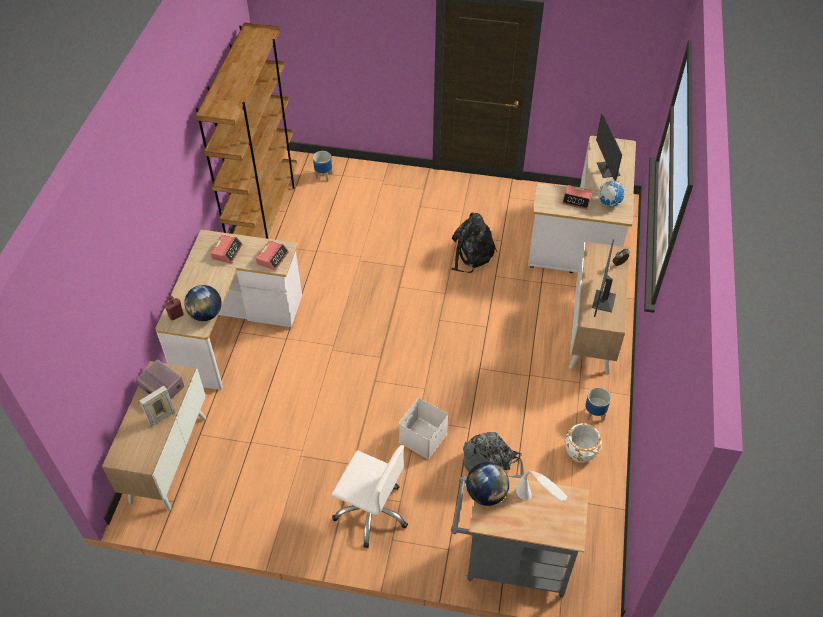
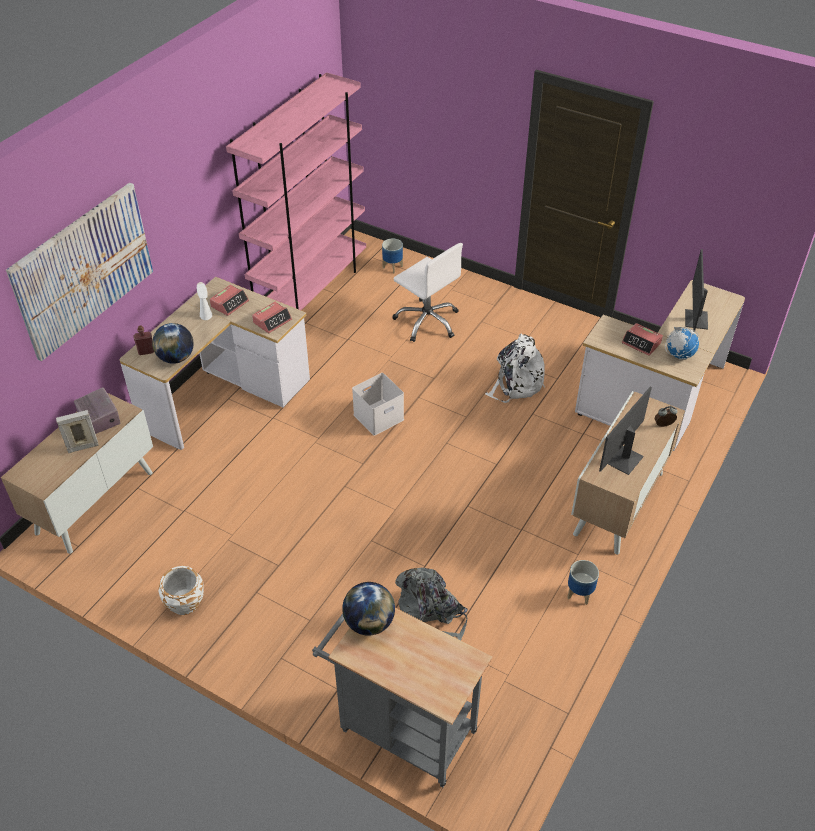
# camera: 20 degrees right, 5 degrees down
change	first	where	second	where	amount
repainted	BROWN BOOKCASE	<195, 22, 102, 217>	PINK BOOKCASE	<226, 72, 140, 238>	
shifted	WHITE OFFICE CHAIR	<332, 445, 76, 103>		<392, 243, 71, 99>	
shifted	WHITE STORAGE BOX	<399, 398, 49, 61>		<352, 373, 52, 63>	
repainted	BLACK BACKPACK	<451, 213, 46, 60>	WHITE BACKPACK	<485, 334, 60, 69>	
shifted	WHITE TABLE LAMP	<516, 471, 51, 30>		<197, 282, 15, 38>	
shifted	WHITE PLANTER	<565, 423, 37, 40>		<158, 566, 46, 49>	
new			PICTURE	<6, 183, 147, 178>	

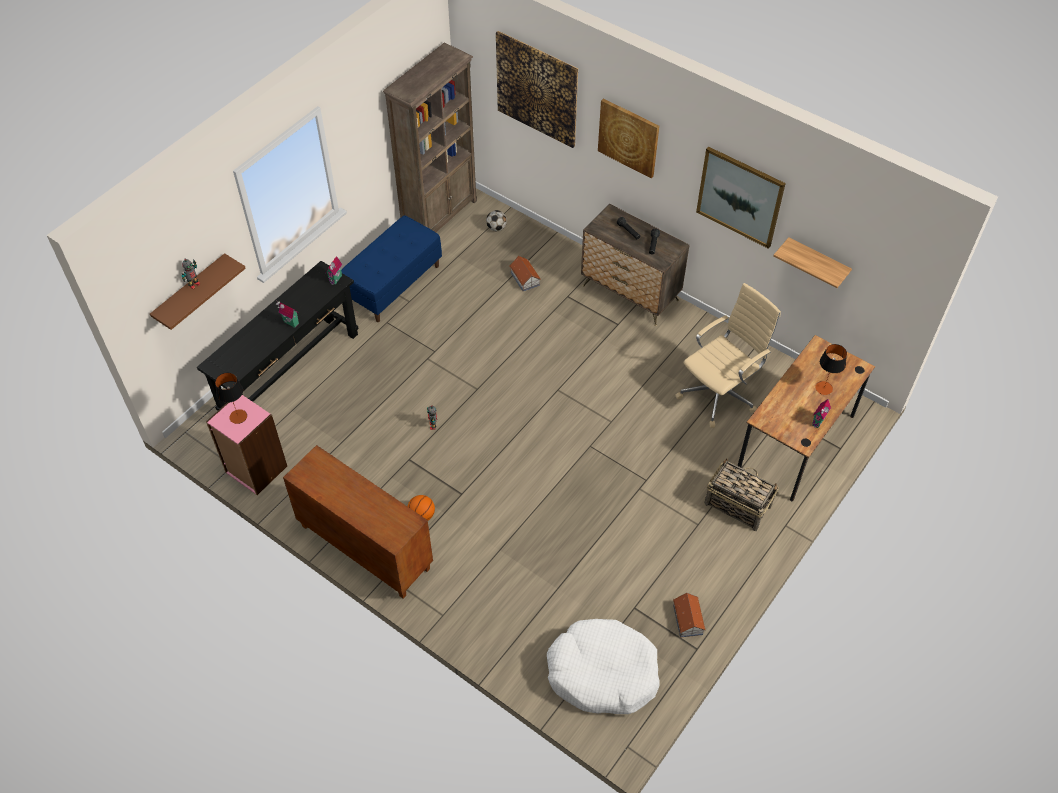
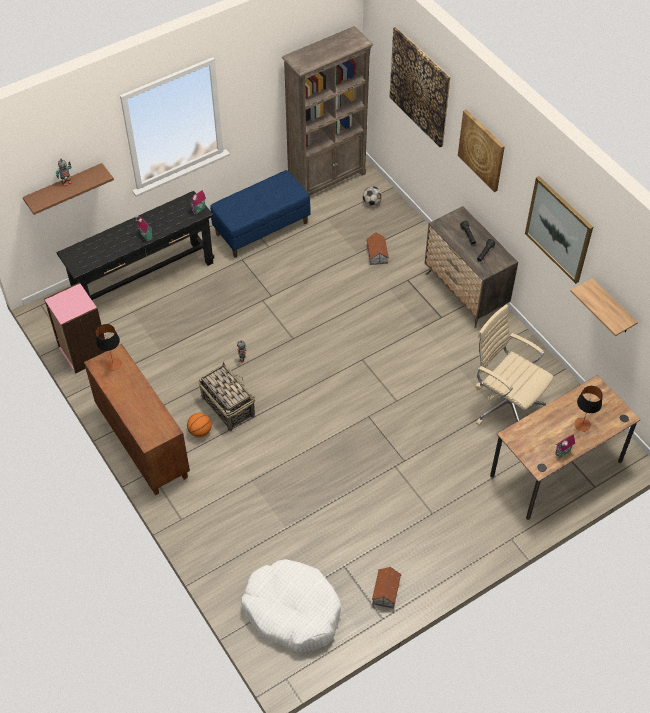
# camera: 20 degrees right, 0 degrees up
change	first	where	second	where	amount
shifted	TABLE LAMP	<215, 373, 32, 51>		<96, 324, 25, 47>	
rotated	BEIGE OFFICE CHAIR	<675, 283, 106, 145>		<475, 304, 79, 122>	120 degrees counterclockwise
shifted	BASKET	<704, 458, 75, 73>		<198, 362, 57, 69>	

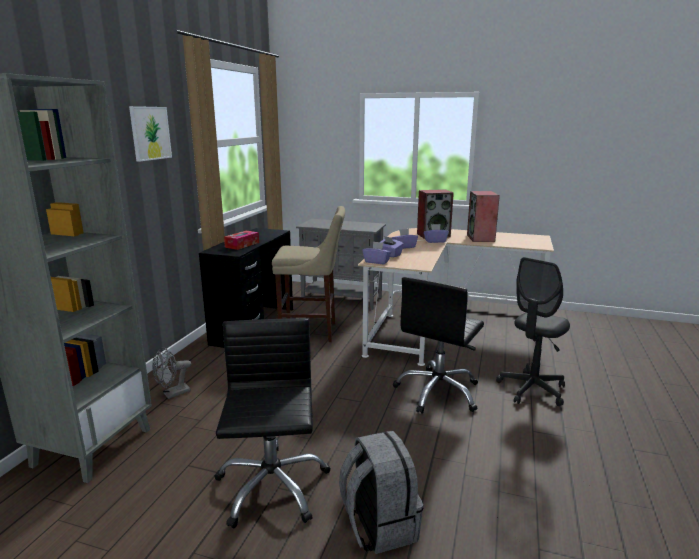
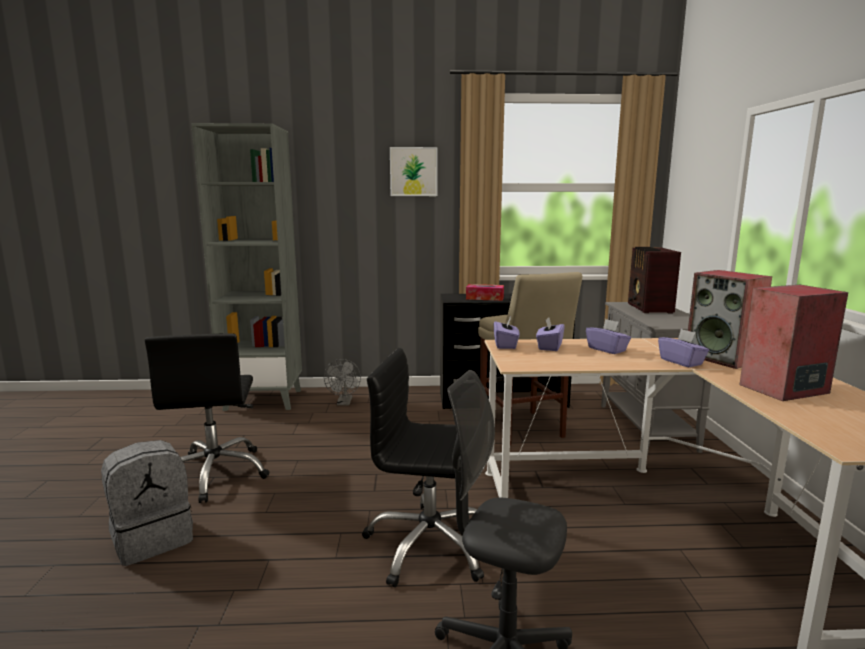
# camera: 70 degrees right, 5 degrees down
change	first	where	second	where	amount
rotated	GREY FAN	<152, 347, 39, 52>		<324, 359, 37, 46>	120 degrees counterclockwise
rotated	BLACK OFFICE CHAIR	<214, 318, 117, 210>		<145, 333, 125, 170>	105 degrees clockwise
new			RADIO	<628, 247, 53, 66>	

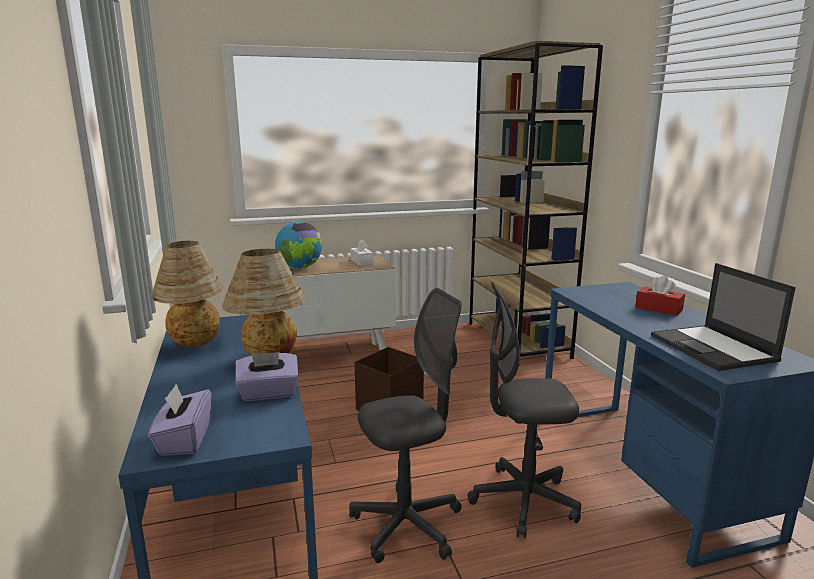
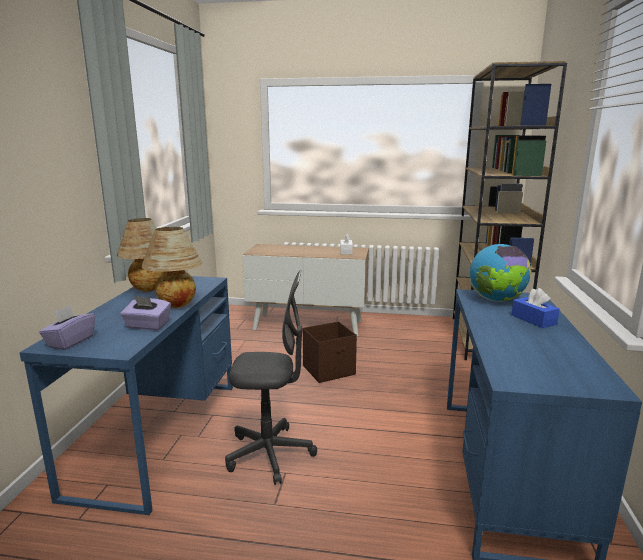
# camera: 25 degrees right, 0 degrees up
change	first	where	second	where	amount
shifted	GLOBE	<275, 222, 48, 47>		<470, 244, 62, 58>	
gone	GREY OFFICE CHAIR	<467, 282, 114, 256>			
repainted	RED TISSUE BOX	<635, 276, 50, 40>	BLUE TISSUE BOX	<511, 288, 49, 40>	
gone	LAPTOP	<651, 263, 145, 108>			

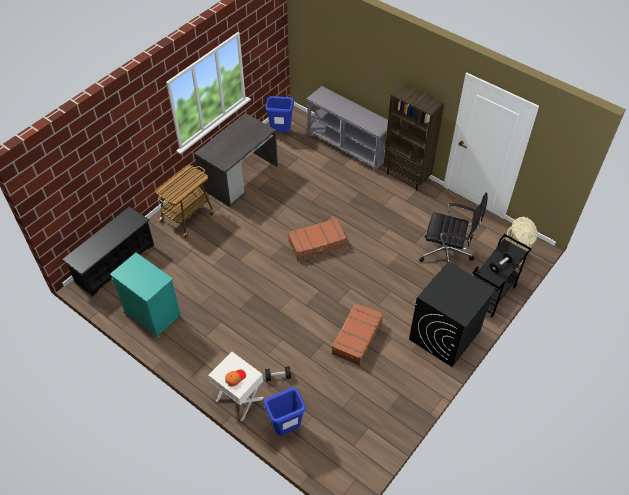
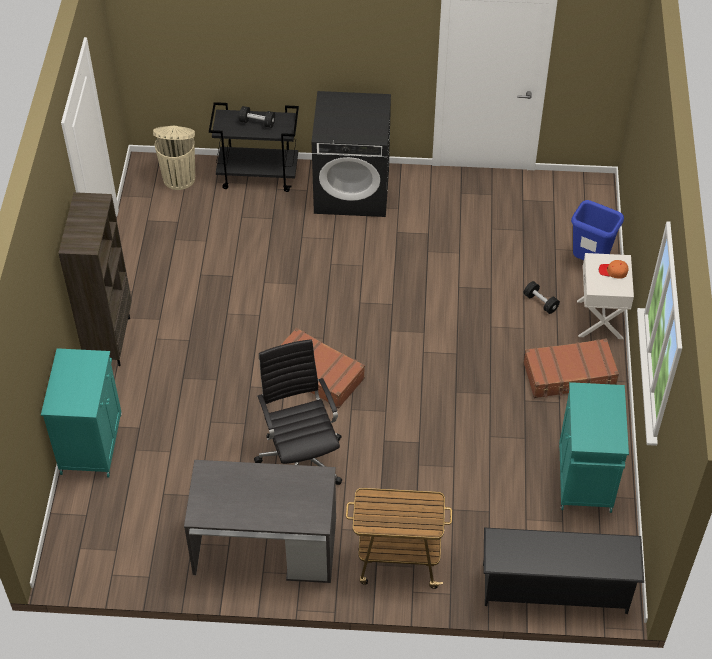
# camera: 125 degrees left, 0 degrees up
change	first	where	second	where	amount
gone	BLUE TRASH CAN	<266, 96, 28, 36>			
swapped	GREY CONSOLE TABLE	<306, 86, 82, 87>	TURQUOISE CABINET	<41, 348, 81, 129>	
shifted	BROWN SUITCASE	<332, 303, 51, 63>		<523, 338, 96, 60>	
shifted	BLACK OFFICE CHAIR	<419, 193, 69, 69>		<254, 339, 88, 146>	

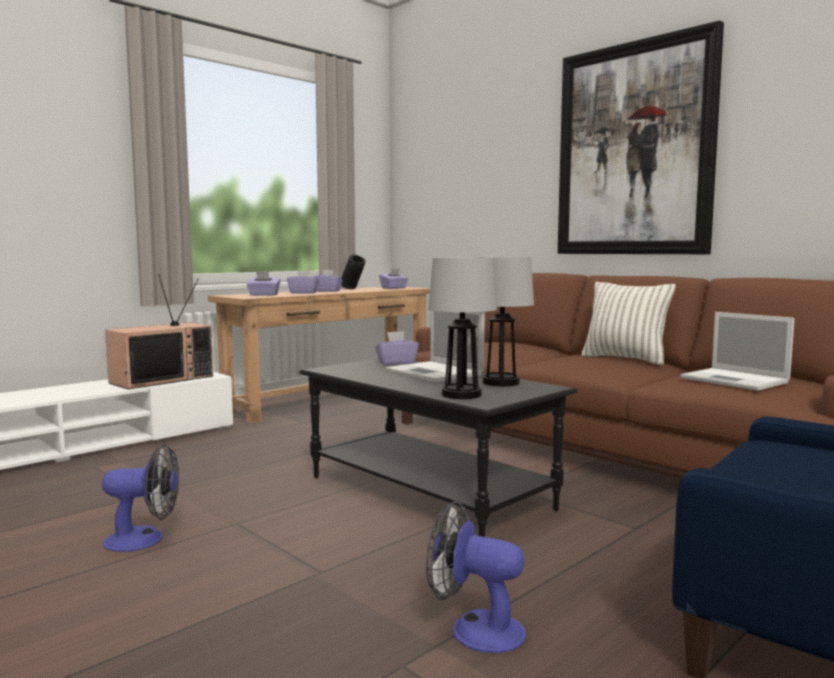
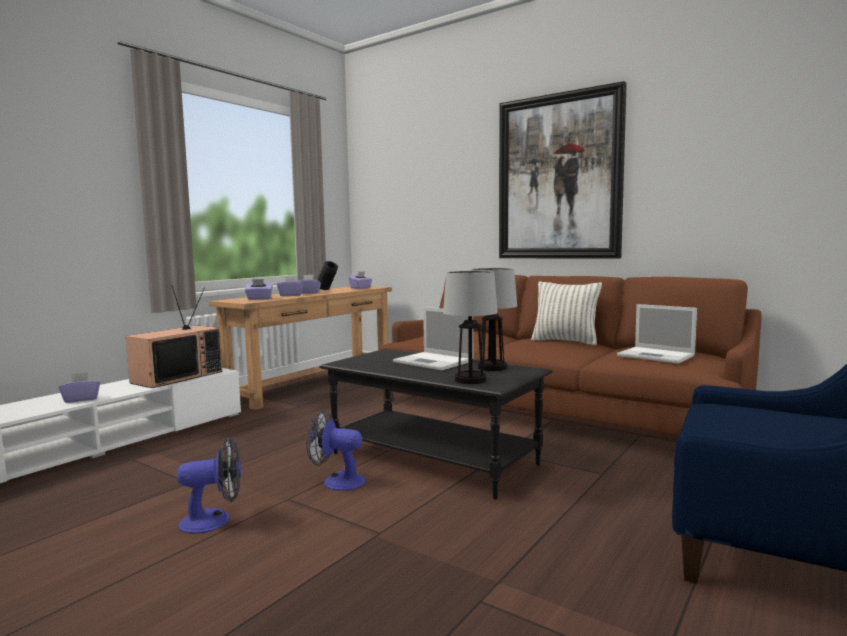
# camera: 10 degrees left, 0 degrees up
change	first	where	second	where	amount
shifted	PURPLE TISSUE BOX	<375, 331, 44, 34>		<59, 372, 41, 31>	
shifted	FAN	<426, 501, 100, 152>		<306, 410, 60, 81>	

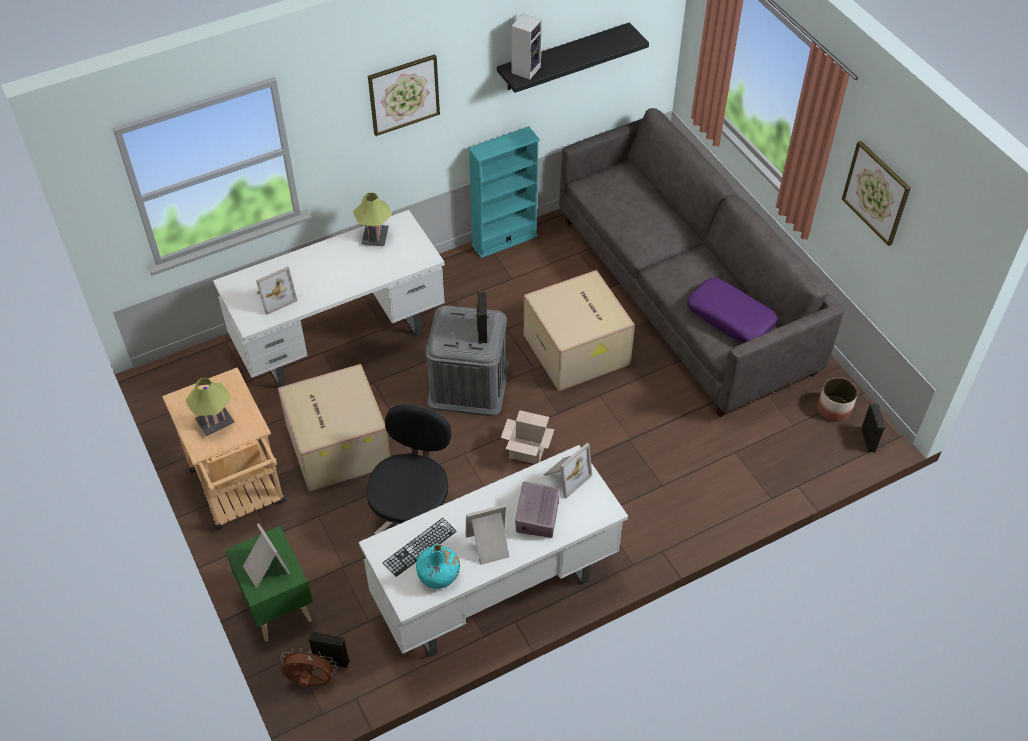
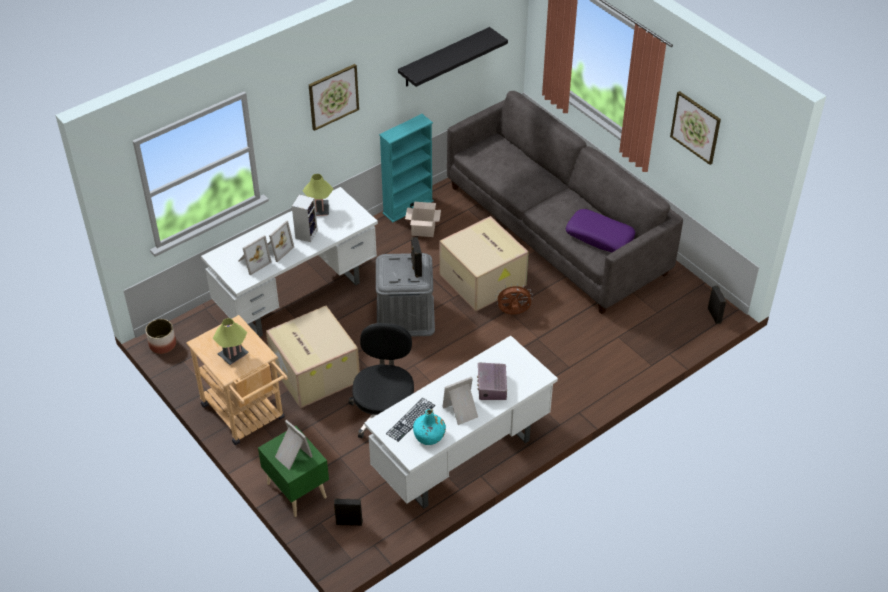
# camera: 10 degrees left, 5 degrees down
change	first	where	second	where	amount
shifted	BROWN FAN	<280, 648, 57, 39>		<495, 283, 38, 31>	
shifted	CARDBOARD BOX	<501, 410, 53, 54>		<405, 202, 36, 35>	
shifted	SPEAKER	<511, 14, 31, 66>		<292, 195, 26, 47>	
shifted	PICTURE FRAME	<544, 443, 48, 55>		<268, 220, 26, 42>	
shifted	PLANTER	<817, 377, 41, 45>		<146, 319, 30, 35>	

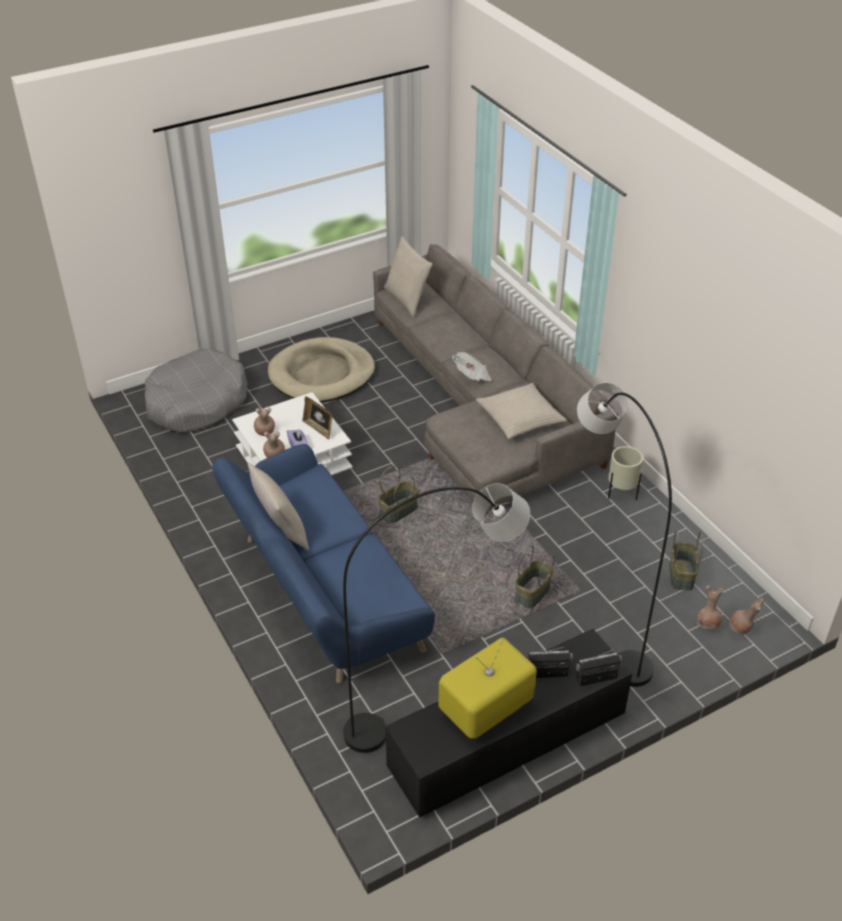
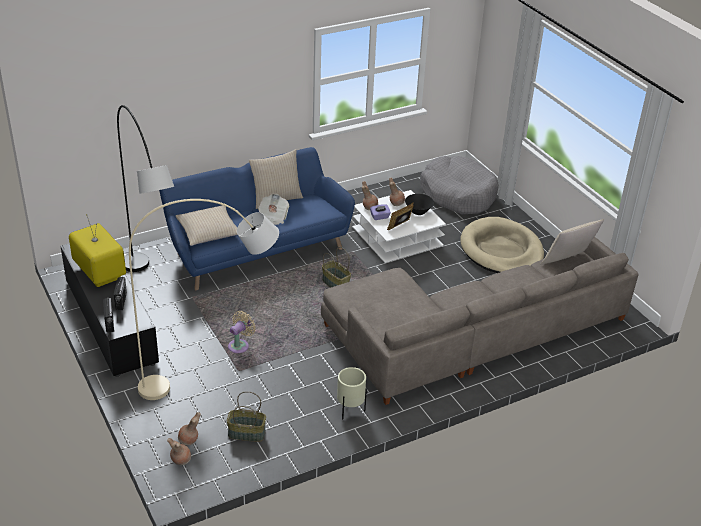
# camera: 90 degrees right, 5 degrees down
change	first	where	second	where	amount
shifted	NEWSPAPER	<452, 352, 40, 29>		<258, 194, 32, 31>	
shifted	BEIGE PILLOW	<476, 383, 91, 56>		<176, 205, 61, 41>	
swapped	BASKET	<515, 545, 39, 64>	BEIGE FAN	<228, 311, 28, 42>	
repainted	BLACK FLOOR LAMP	<577, 383, 95, 304>	BEIGE FLOOR LAMP	<129, 199, 150, 201>	
new			BLACK BOWL	<405, 194, 29, 21>	

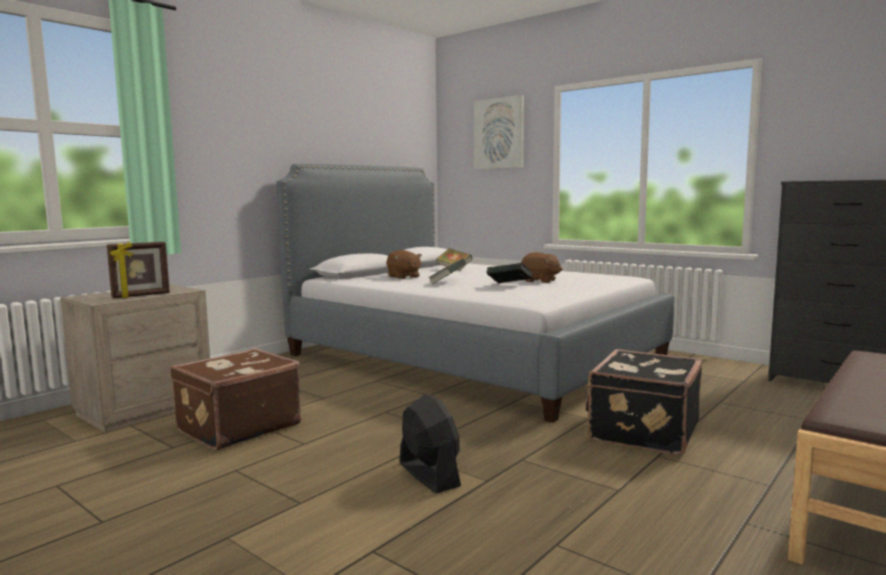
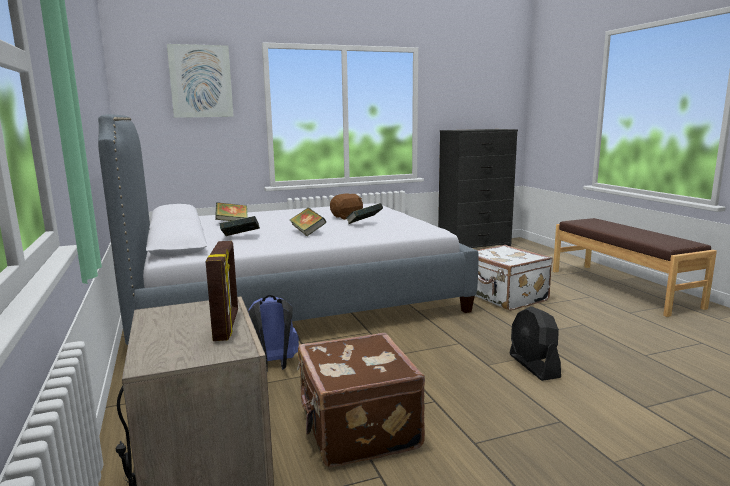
# camera: 60 degrees left, 5 degrees up
change	first	where	second	where	amount
swapped	BROWN PLUSH TOY	<387, 250, 35, 29>	BOOK	<219, 216, 41, 20>	
rotated	BLACK FAN	<399, 394, 62, 99>		<509, 306, 52, 75>	105 degrees counterclockwise
repainted	BLACK SUITCASE	<586, 349, 116, 106>	WHITE SUITCASE	<475, 245, 78, 66>	
new			BLUE BACKPACK	<248, 295, 51, 75>	

